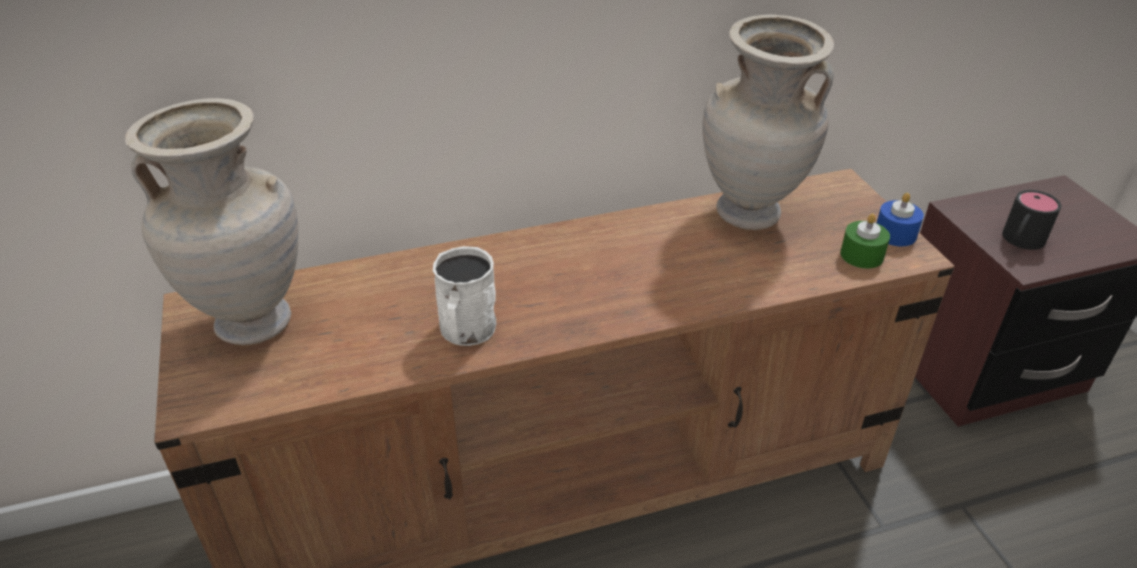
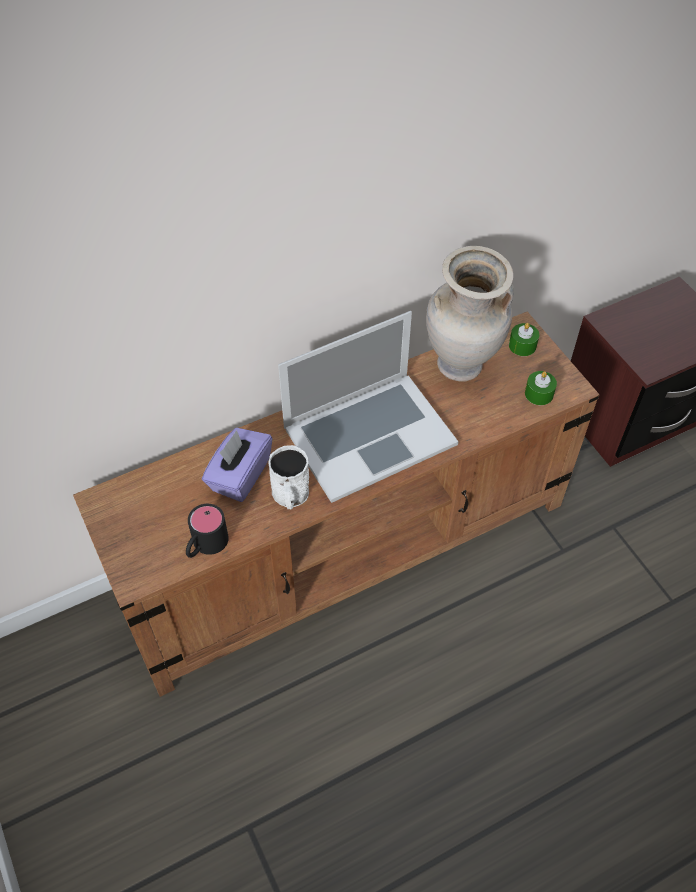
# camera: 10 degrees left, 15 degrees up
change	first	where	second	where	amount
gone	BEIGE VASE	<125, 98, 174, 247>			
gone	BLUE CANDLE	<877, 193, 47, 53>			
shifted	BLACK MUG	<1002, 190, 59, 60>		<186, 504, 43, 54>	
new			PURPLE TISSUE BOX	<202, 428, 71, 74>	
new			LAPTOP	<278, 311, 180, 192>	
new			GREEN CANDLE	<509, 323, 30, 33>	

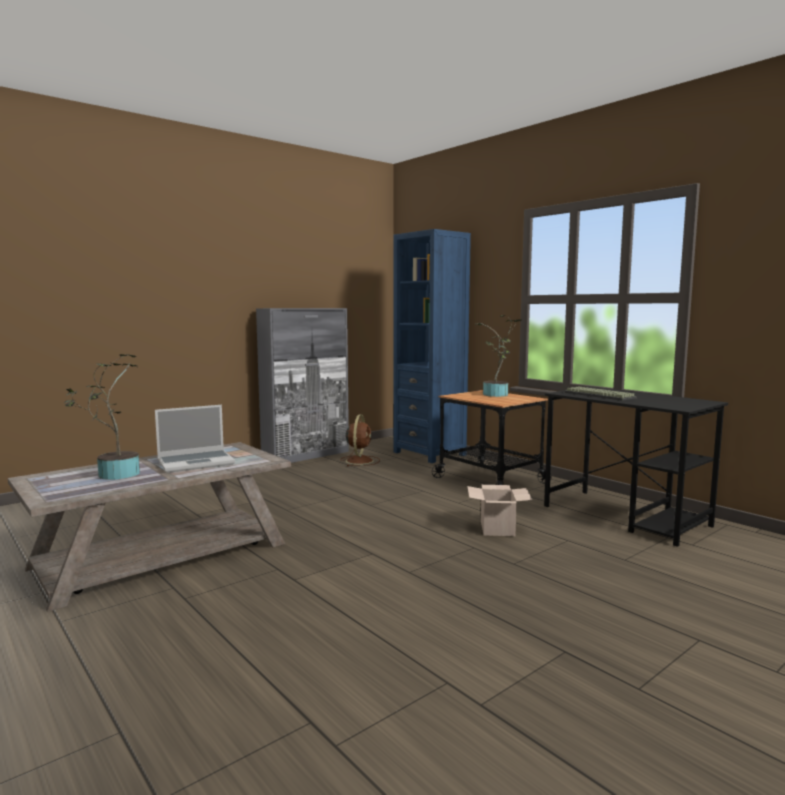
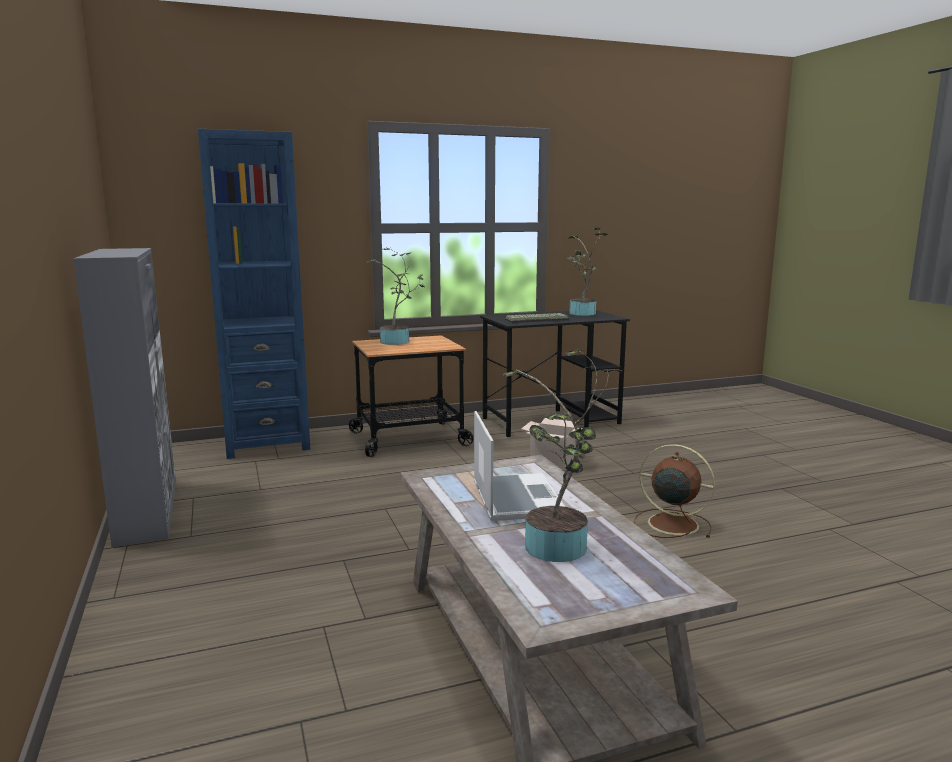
# camera: 70 degrees left, 5 degrees up
change	first	where	second	where	amount
shifted	BROWN FAN	<340, 414, 40, 52>		<635, 444, 80, 94>	
new			POTTED PLANT	<567, 227, 41, 89>	

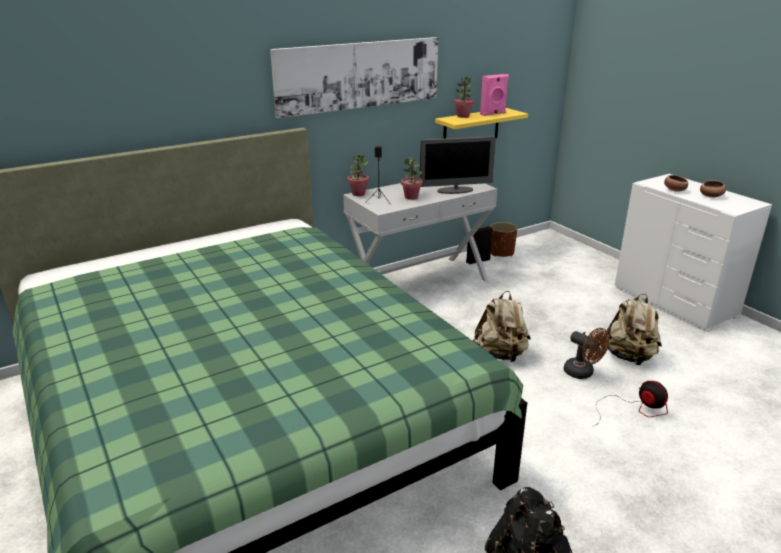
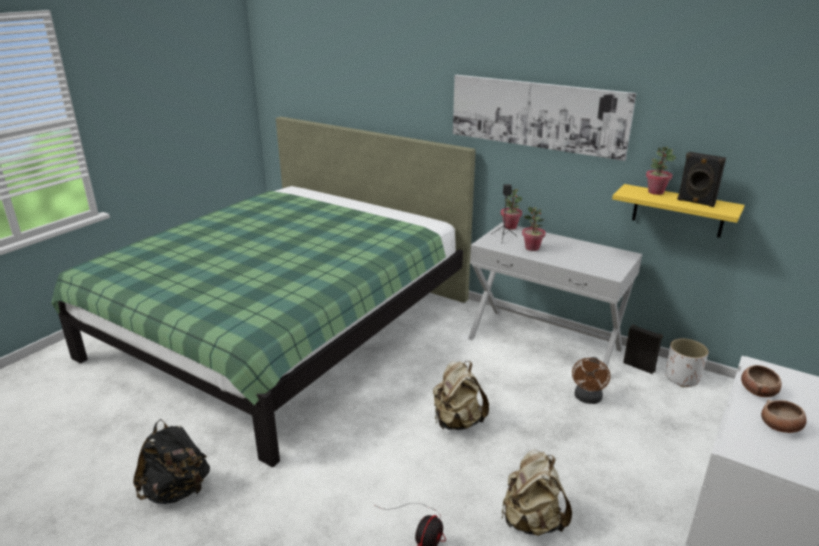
# camera: 65 degrees right, 0 degrees up
change	first	where	second	where	amount
gone	MONITOR	<420, 136, 76, 58>			
repainted	PINK SPEAKER	<480, 74, 29, 42>	BLACK SPEAKER	<677, 152, 49, 55>	
repainted	BROWN PLANTER	<490, 222, 27, 35>	WHITE PLANTER	<665, 339, 44, 48>	
shifted	BROWN FAN	<563, 328, 46, 51>		<572, 357, 38, 47>	

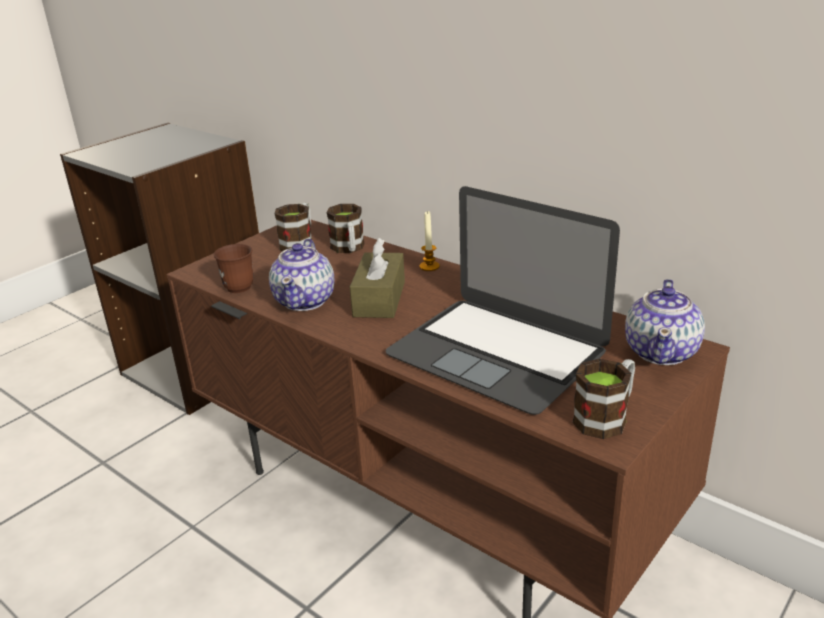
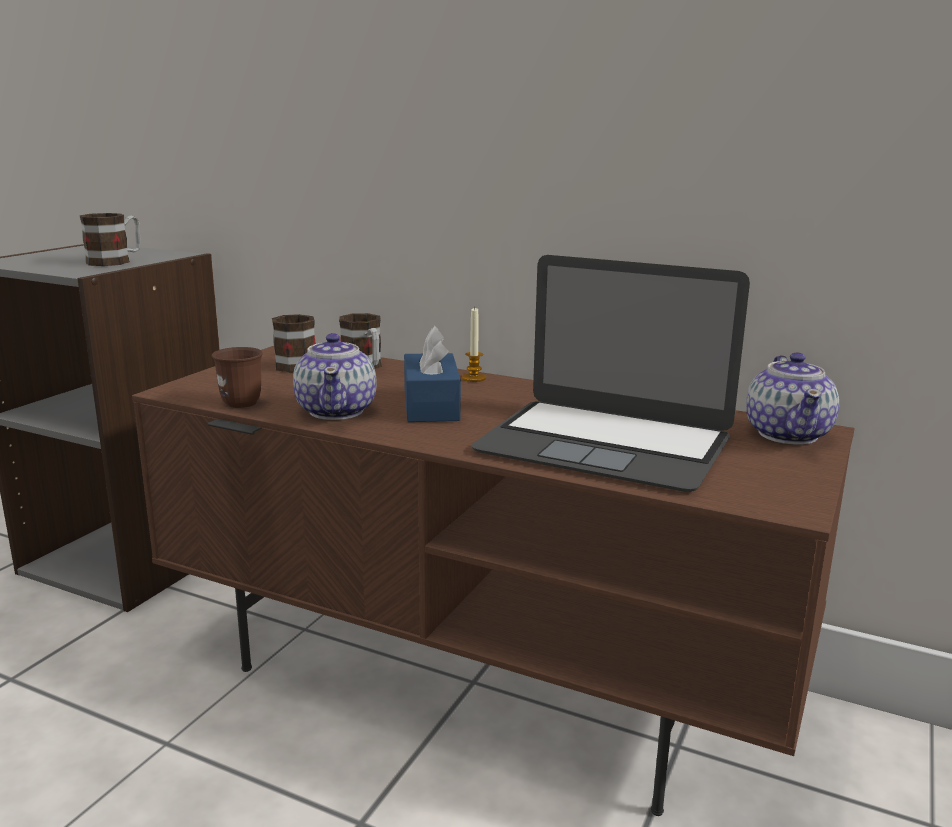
# camera: 15 degrees left, 10 degrees down
change	first	where	second	where	amount
repainted	BROWN TISSUE BOX	<350, 238, 55, 80>	BLUE TISSUE BOX	<404, 326, 57, 96>	
shifted	MUG	<572, 358, 63, 81>		<79, 213, 62, 53>	

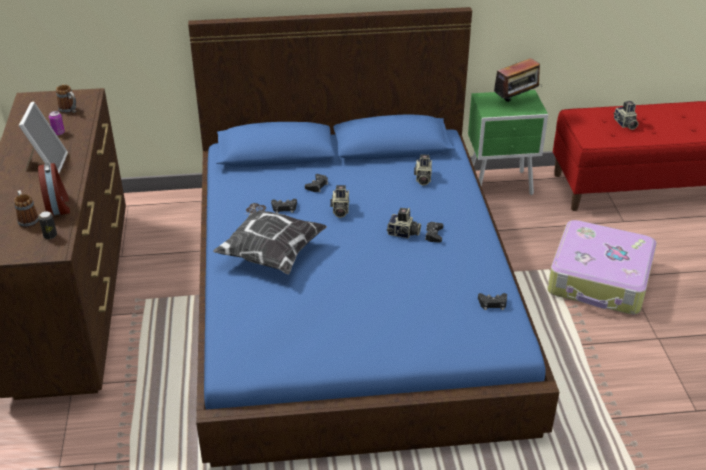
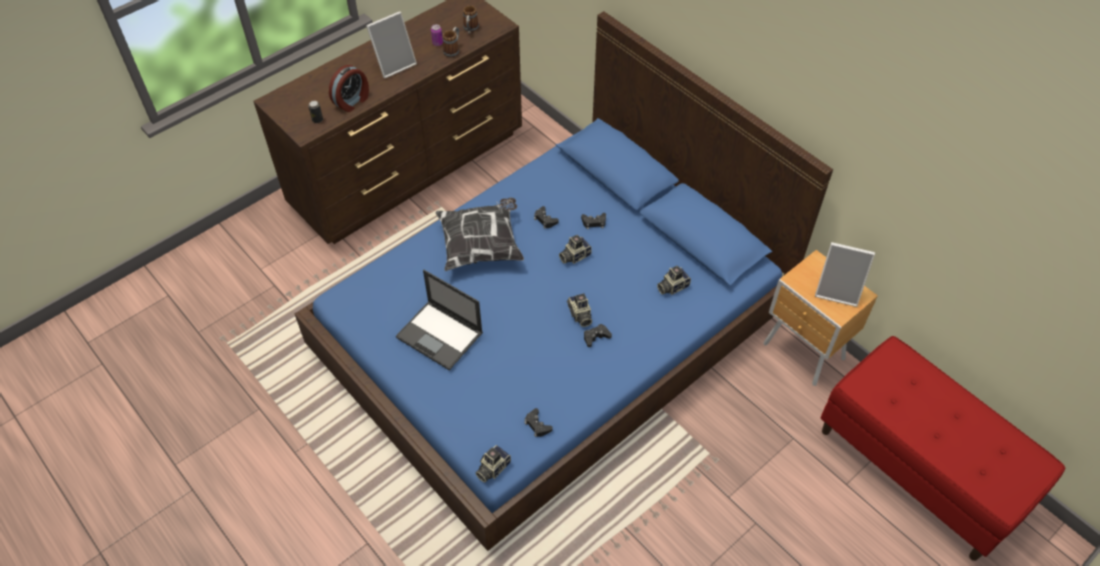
# camera: 55 degrees right, 15 degrees up
change	first	where	second	where	amount
shifted	MUG	<14, 190, 25, 38>		<443, 27, 16, 31>	
repainted	GREEN NIGHTSTAND	<468, 90, 80, 105>	BROWN NIGHTSTAND	<763, 250, 115, 136>	
swapped	RADIO	<494, 58, 46, 44>	PICTURE FRAME	<815, 242, 60, 65>	
gone	SUITCASE	<547, 220, 110, 95>			
shifted	PHOTO CAMERA	<613, 101, 26, 29>		<476, 445, 35, 37>	
new			LAPTOP	<396, 270, 87, 100>	

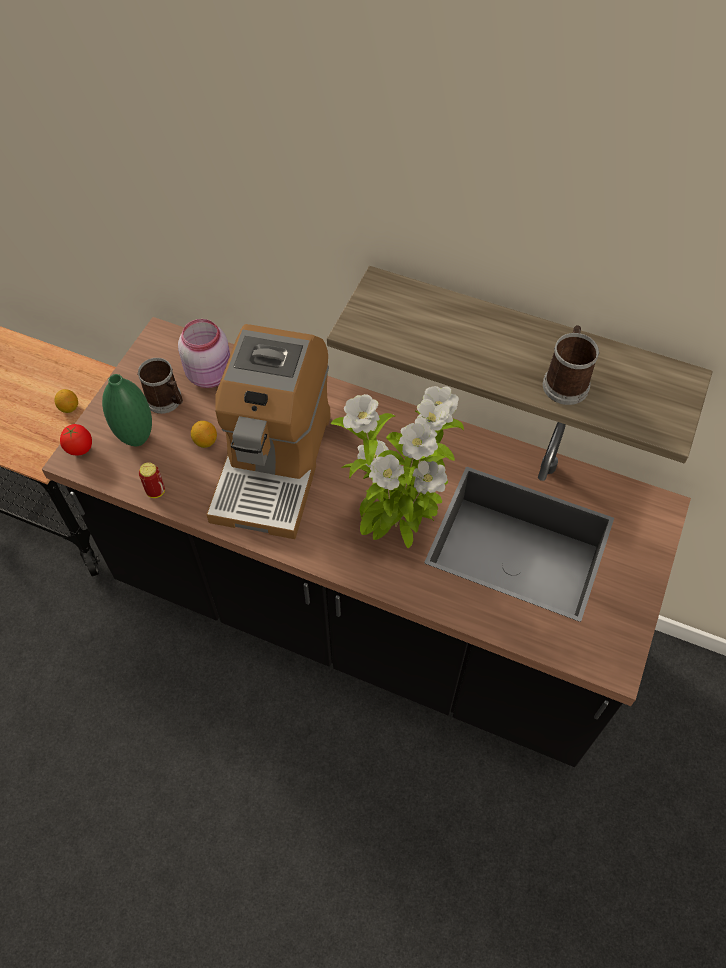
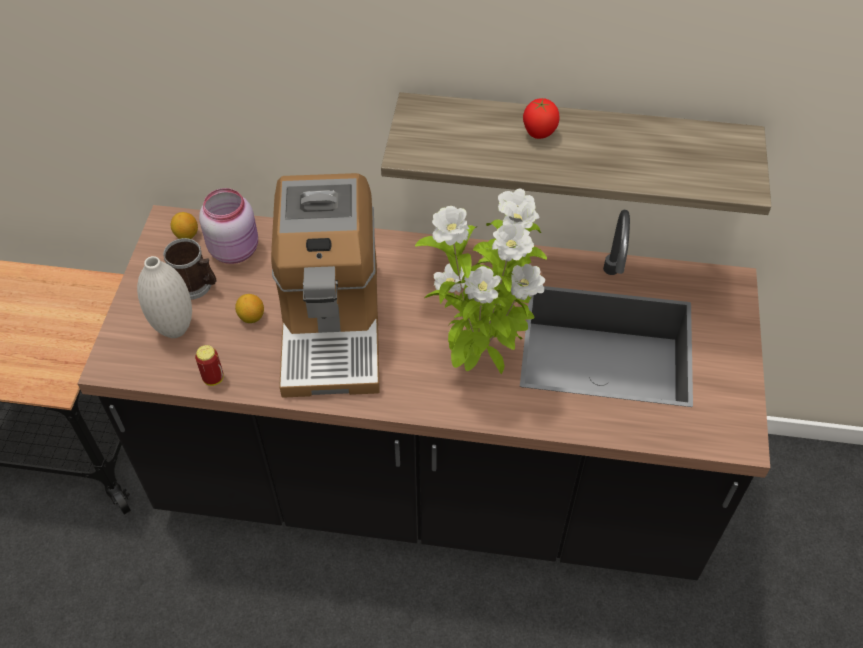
# camera: 15 degrees left, 5 degrees down
change	first	where	second	where	amount
shifted	LEMON	<54, 389, 24, 24>		<171, 212, 27, 27>	
shifted	TOMATO	<60, 424, 32, 31>		<523, 98, 36, 41>	
repainted	GREEN VASE	<102, 374, 50, 72>	WHITE VASE	<137, 256, 55, 82>	
gone	MUG	<543, 325, 57, 80>			

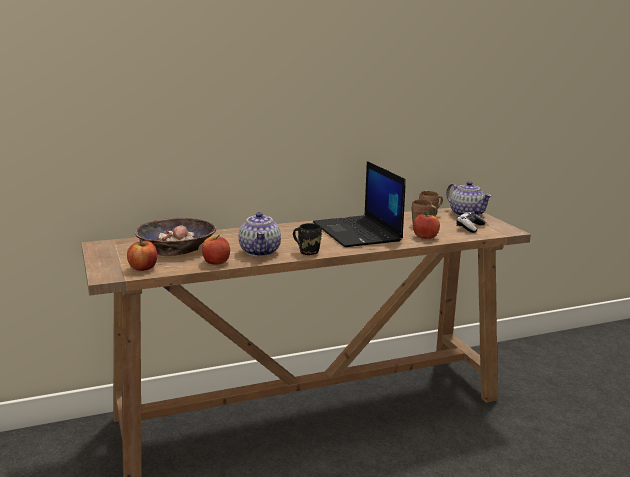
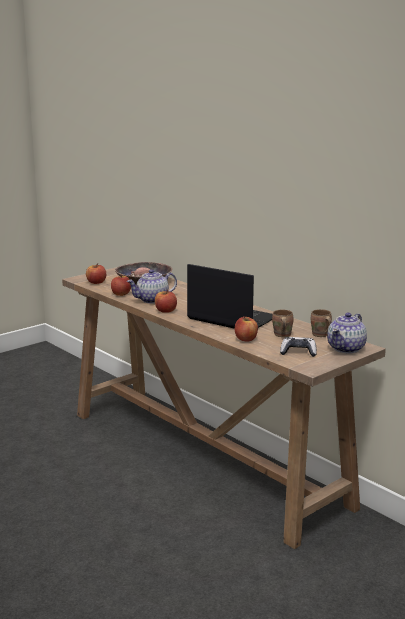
# camera: 70 degrees right, 0 degrees up
change	first	where	second	where	amount
swapped	BLACK MUG	<293, 223, 29, 32>	APPLE	<155, 290, 22, 23>	
rotated	LAPTOP	<313, 161, 93, 86>		<187, 264, 86, 65>	75 degrees clockwise

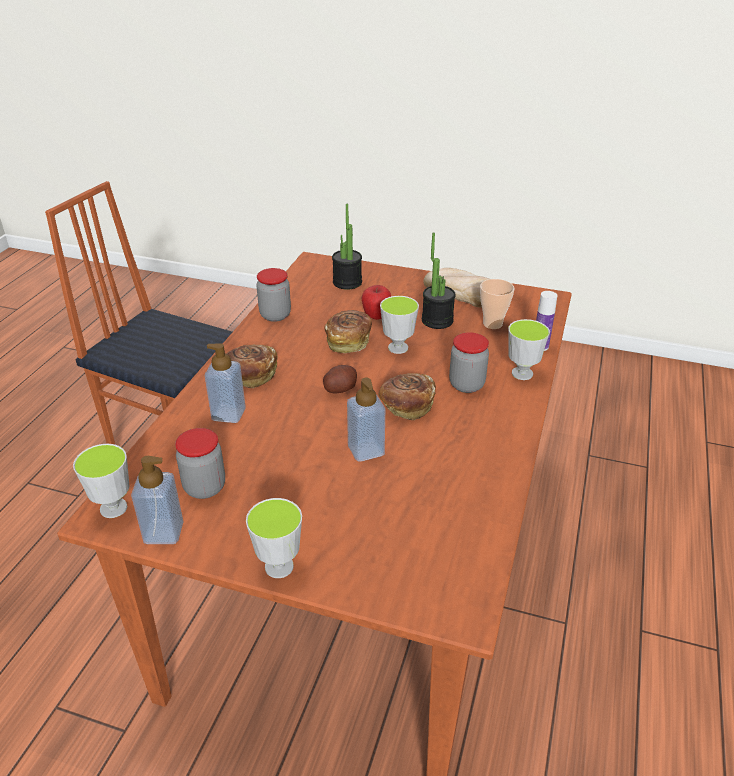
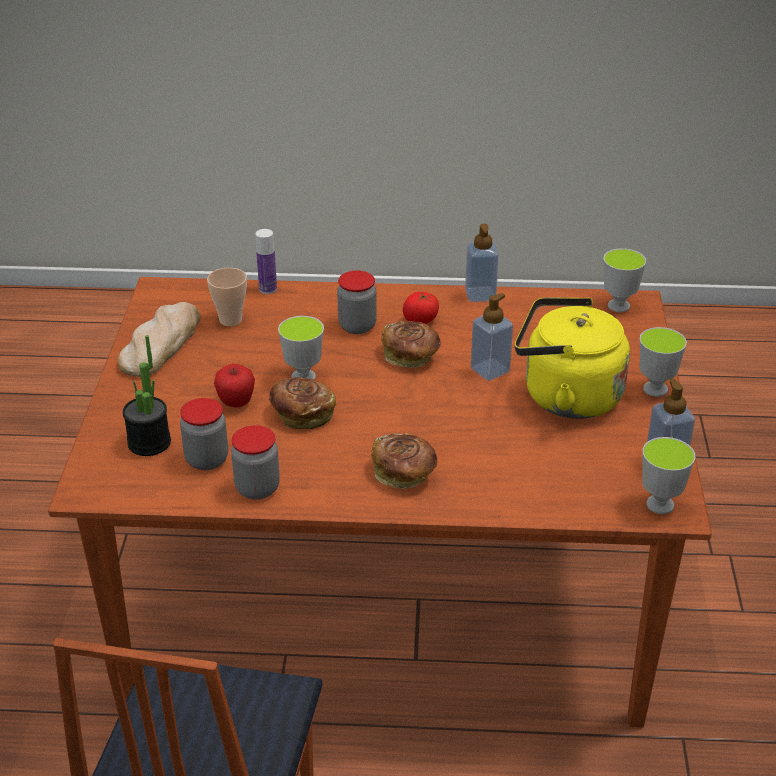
# camera: 105 degrees left, 0 degrees up
change	first	where	second	where	amount
shifted	JAR	<175, 428, 50, 71>		<180, 398, 48, 72>	
shifted	SOAP DISPENSER	<205, 343, 41, 80>		<465, 223, 34, 79>	
gone	POTATO	<323, 365, 34, 28>			
gone	POTTED PLANT	<422, 233, 34, 96>			
shifted	CUP	<508, 319, 42, 61>		<603, 248, 43, 64>	
new			TOMATO	<403, 292, 36, 32>	
new			YELLOW KETTLE	<515, 297, 115, 122>	

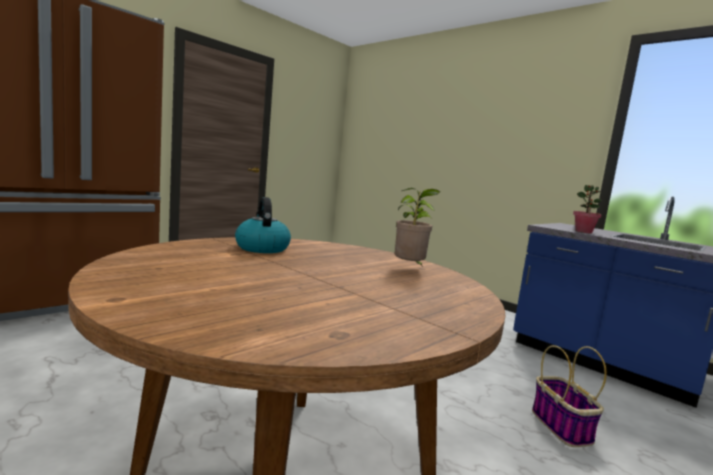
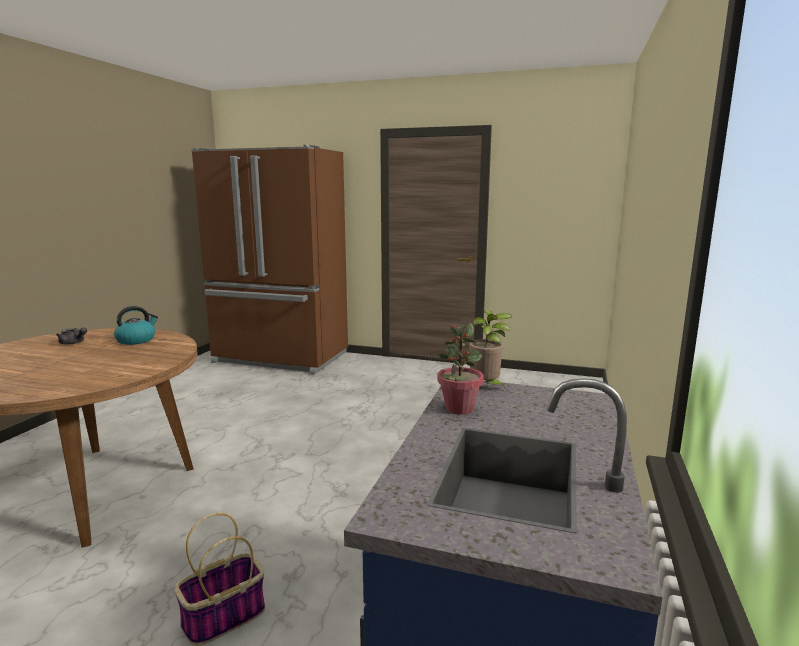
# camera: 65 degrees right, 5 degrees up
change	first	where	second	where	amount
shifted	POTTED PLANT	<395, 188, 46, 79>		<469, 311, 43, 78>	
new			GREY TEAPOT	<56, 327, 31, 18>	

